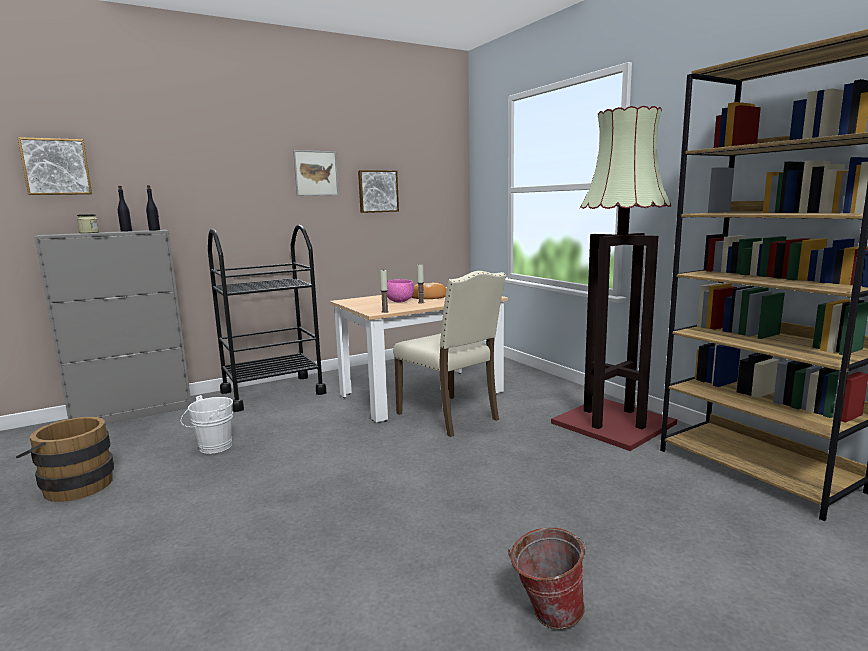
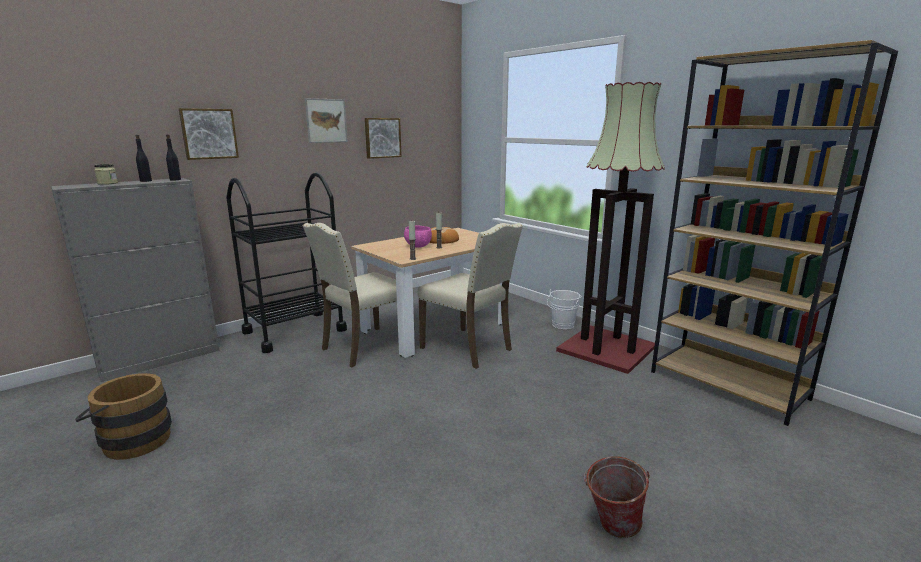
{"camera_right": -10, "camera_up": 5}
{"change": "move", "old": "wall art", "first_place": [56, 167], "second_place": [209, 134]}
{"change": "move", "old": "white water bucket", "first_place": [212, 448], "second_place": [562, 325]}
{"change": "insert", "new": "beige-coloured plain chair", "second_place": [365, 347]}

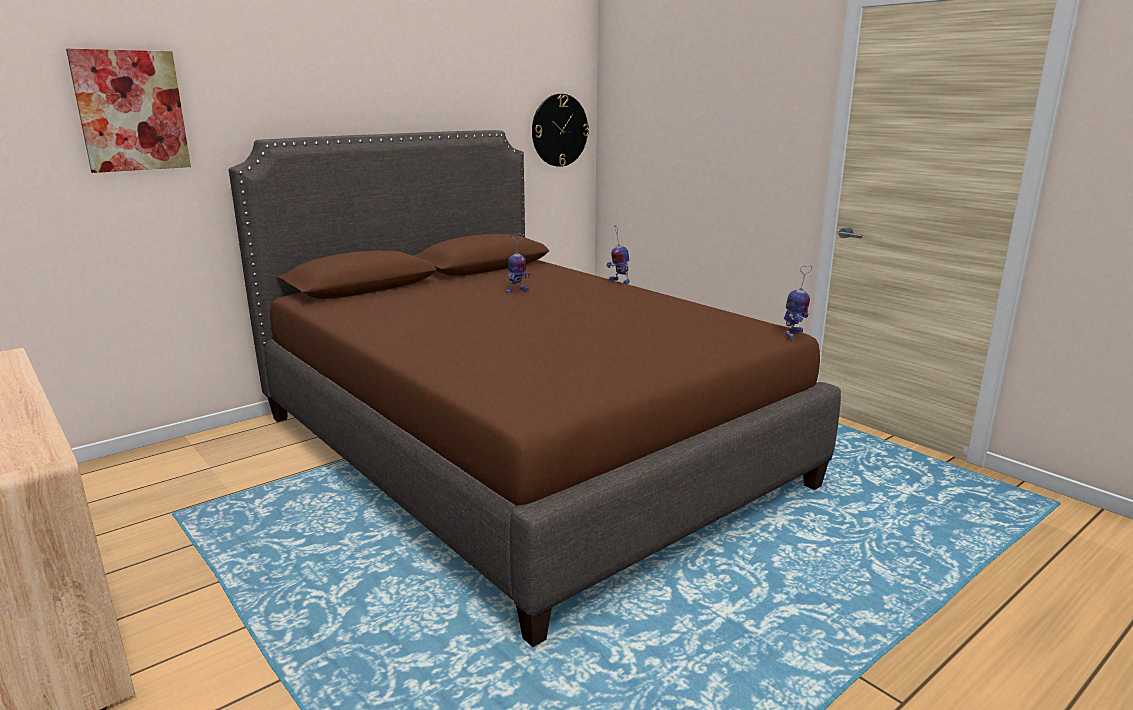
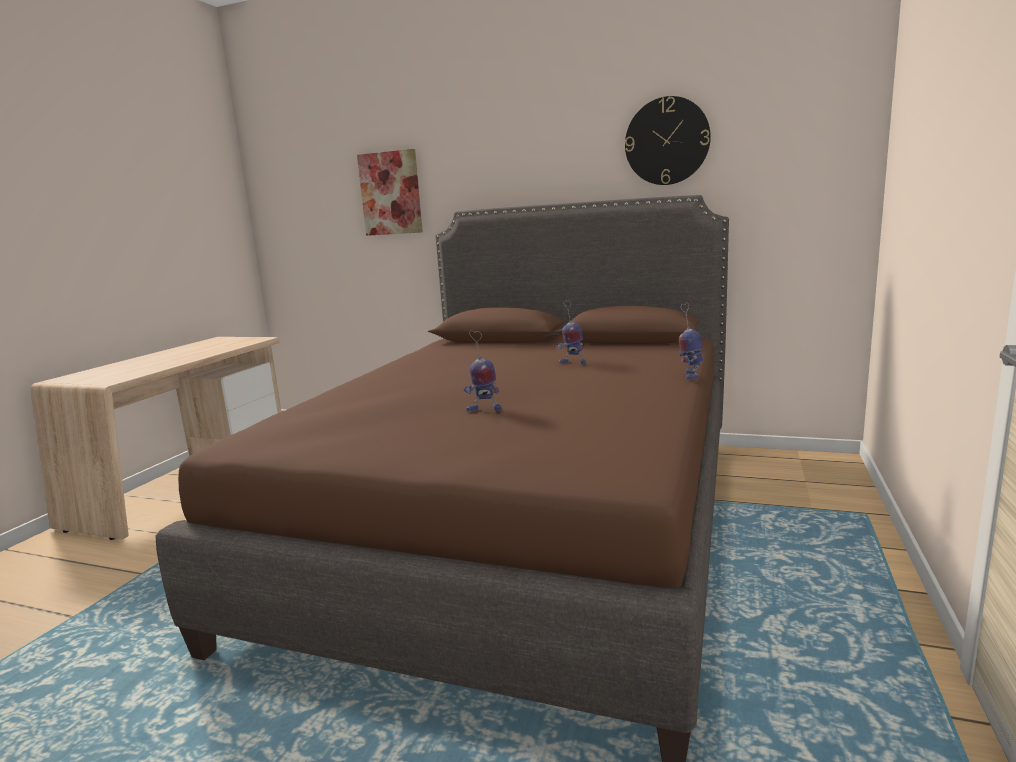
{"camera_right": 60, "camera_up": -5}
{"change": "move", "old": "clock on the wall", "first_place": [559, 130], "second_place": [667, 141]}
{"change": "move", "old": "toy robot", "first_place": [793, 334], "second_place": [484, 410]}

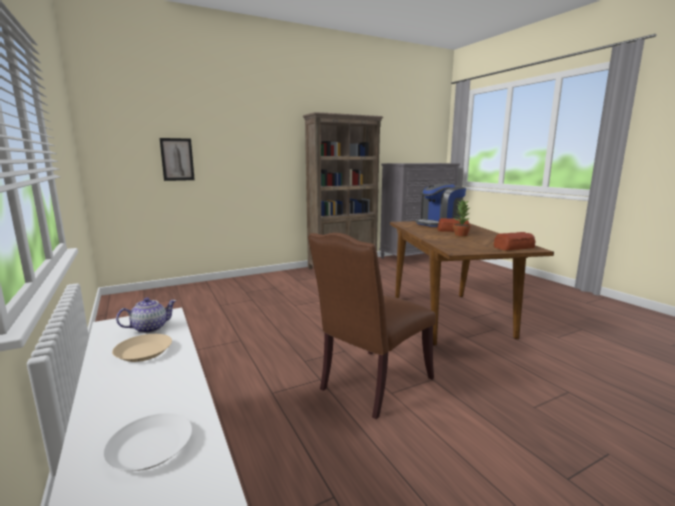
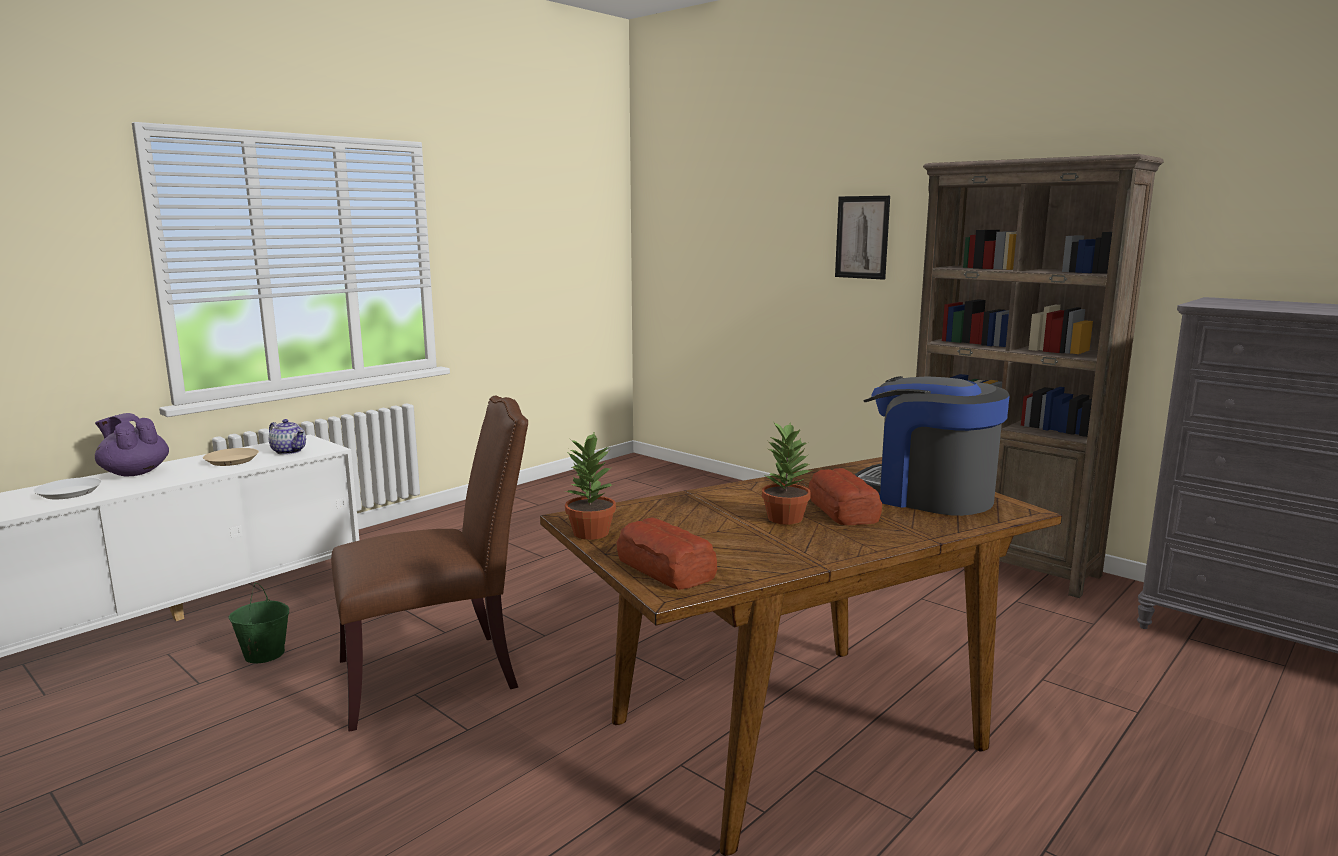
{"camera_right": 70, "camera_up": 0}
{"change": "move", "old": "wall art", "first_place": [177, 159], "second_place": [862, 237]}
{"change": "rotate", "old": "brown-coloured plain chair", "first_place": [372, 385], "second_place": [436, 674], "degrees": 135}
{"change": "insert", "new": "purple-coloured pot for tea", "second_place": [134, 473]}
{"change": "insert", "new": "green-coloured water bucket", "second_place": [263, 654]}
{"change": "insert", "new": "houseplant", "second_place": [590, 533]}

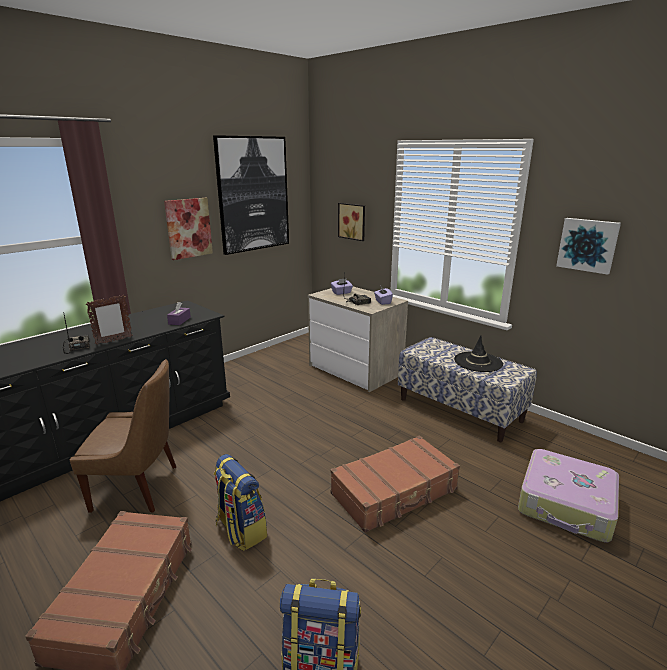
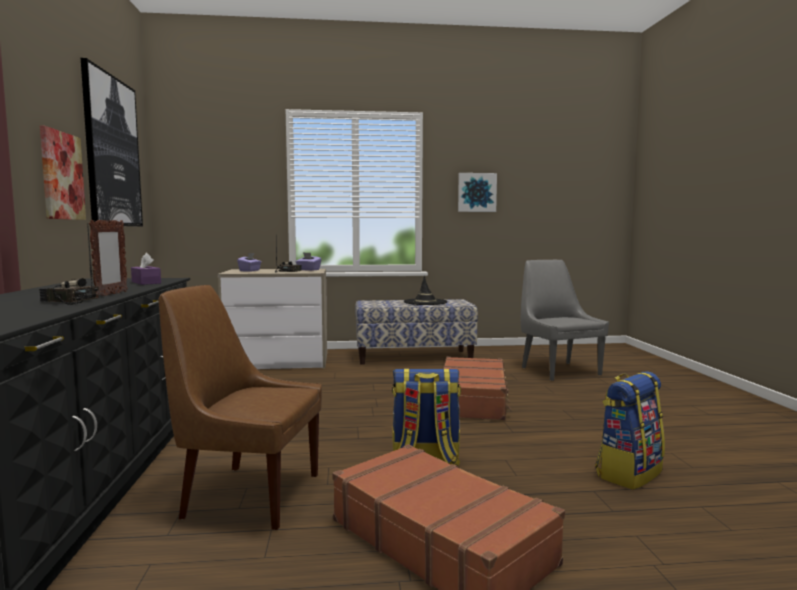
{"camera_right": -50, "camera_up": -15}
{"change": "rotate", "old": "brown-coloured plain chair", "first_place": [139, 488], "second_place": [248, 495], "degrees": -120}
{"change": "delete", "old": "wall art", "first_place": [352, 221]}
{"change": "replace", "old": "suitcase", "new": "grey plain chair", "first_place": [566, 505], "second_place": [558, 370]}

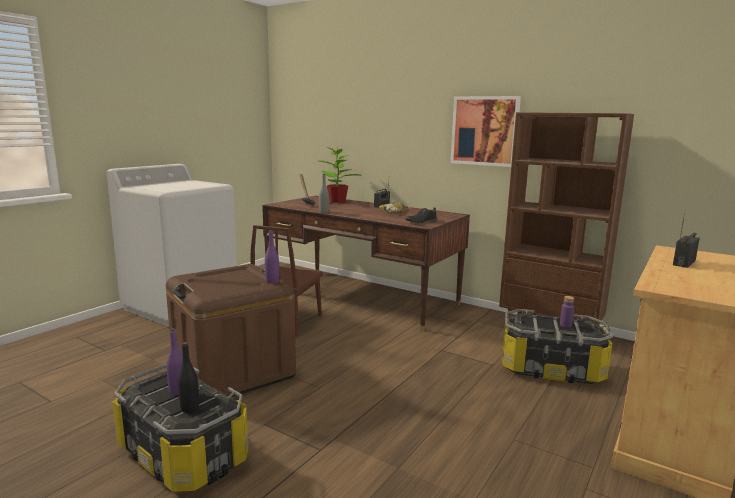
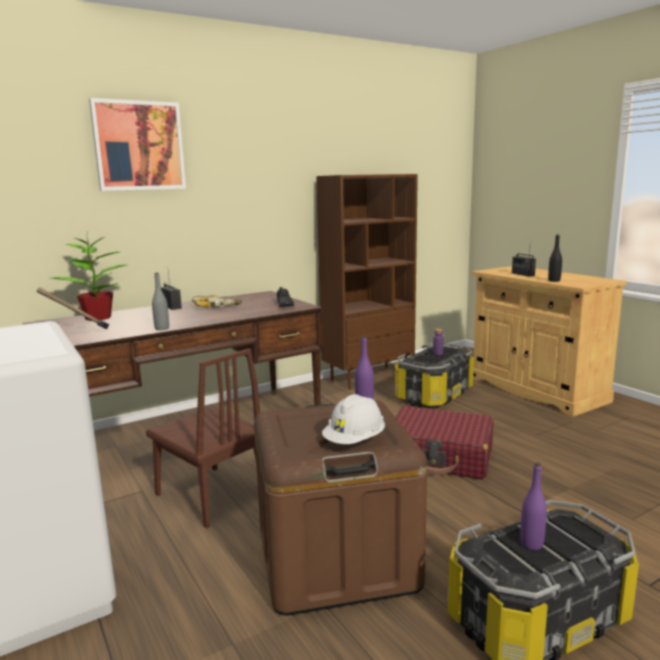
{"camera_right": -65, "camera_up": 0}
{"change": "move", "old": "blackish bottle", "first_place": [190, 408], "second_place": [554, 280]}
{"change": "move", "old": "wall art", "first_place": [484, 131], "second_place": [139, 146]}
{"change": "insert", "new": "white work helmet", "second_place": [355, 441]}
{"change": "insert", "new": "red suitcase", "second_place": [440, 456]}

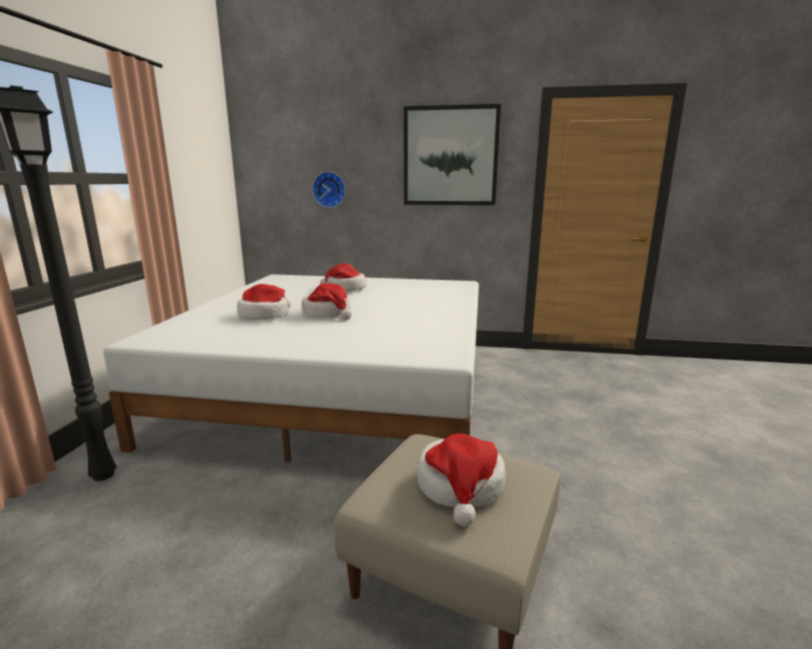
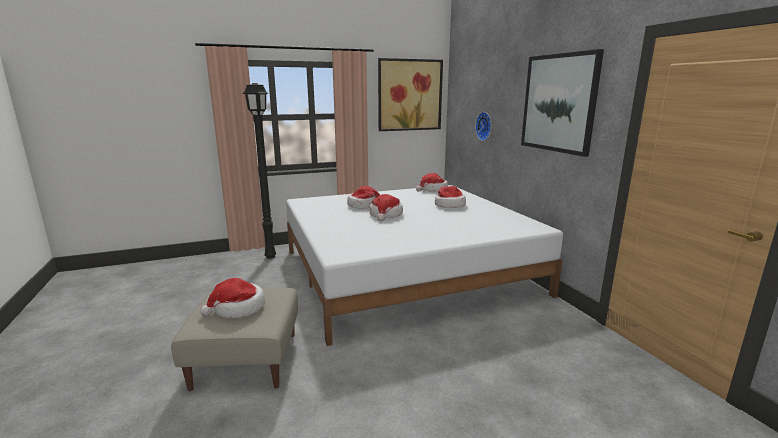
{"camera_right": 60, "camera_up": 0}
{"change": "insert", "new": "wall art", "second_place": [410, 95]}
{"change": "insert", "new": "clothing hat", "second_place": [433, 190]}

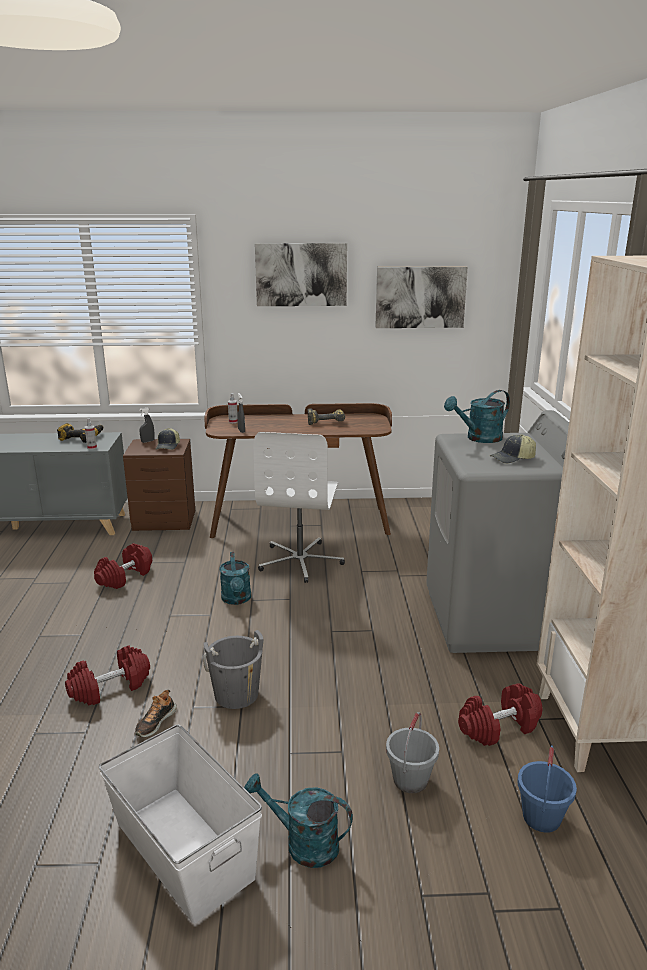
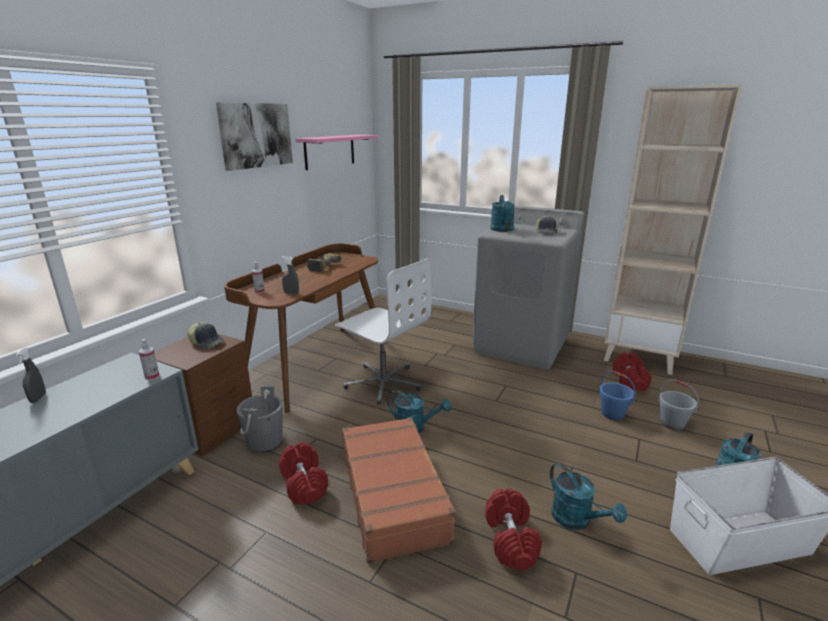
{"camera_right": -60, "camera_up": 0}
{"change": "delete", "old": "drill", "first_place": [81, 438]}
{"change": "replace", "old": "low shoe", "new": "turquoise-coloured watering pot", "first_place": [155, 722], "second_place": [577, 520]}
{"change": "move", "old": "grey hand sprayer", "first_place": [147, 441], "second_place": [38, 398]}
{"change": "move", "old": "grey water bucket", "first_place": [236, 694], "second_place": [264, 440]}
{"change": "replace", "old": "wall art", "new": "pink-coloured bracket shelf", "first_place": [420, 297], "second_place": [330, 151]}
{"change": "move", "old": "blue-coloured water bucket", "first_place": [542, 818], "second_place": [612, 414]}
{"change": "insert", "new": "brown-coloured suitcase", "second_place": [394, 495]}

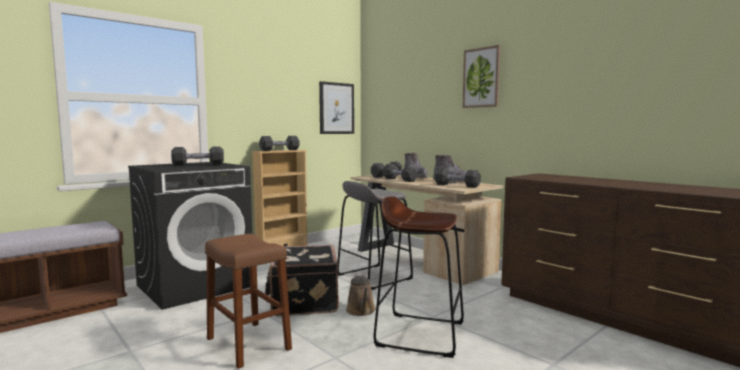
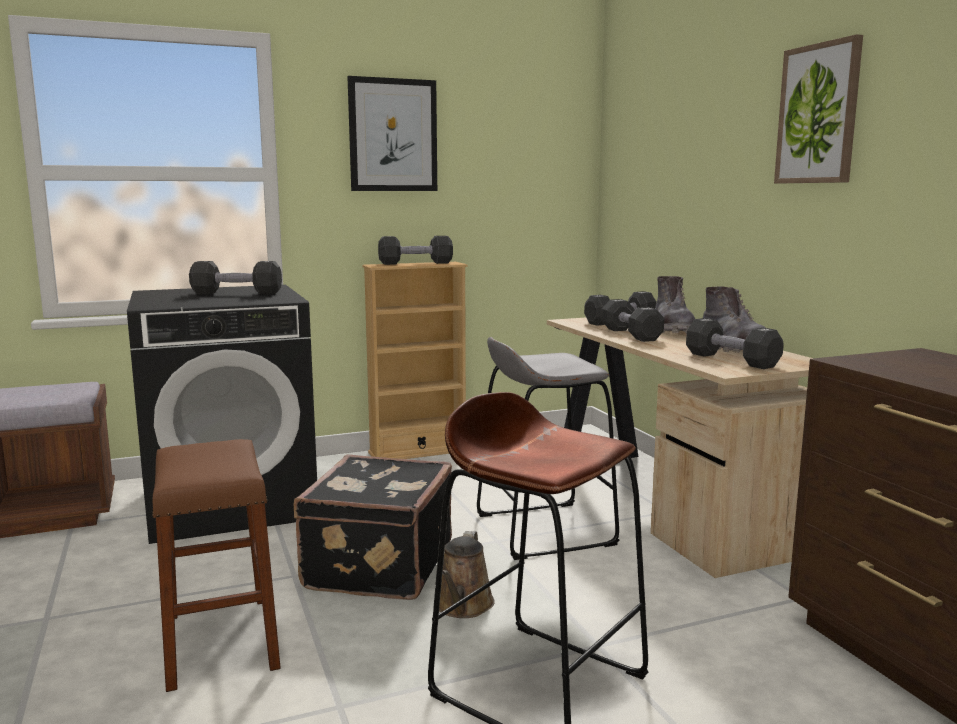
{"camera_right": 20, "camera_up": 5}
{"change": "move", "old": "wall art", "first_place": [336, 108], "second_place": [393, 135]}

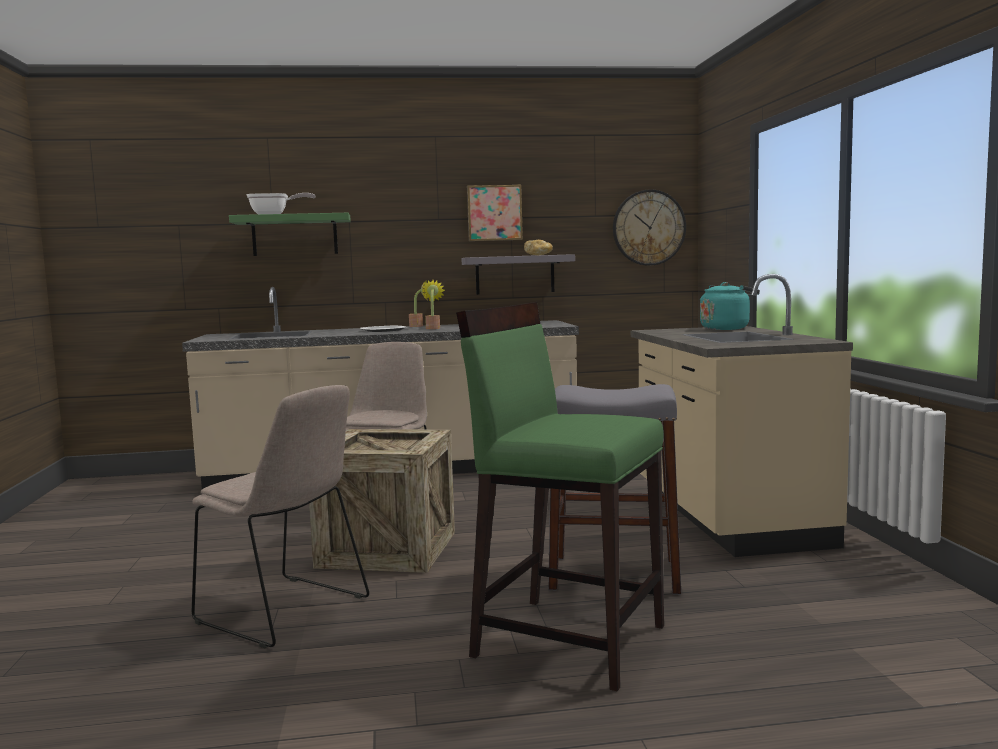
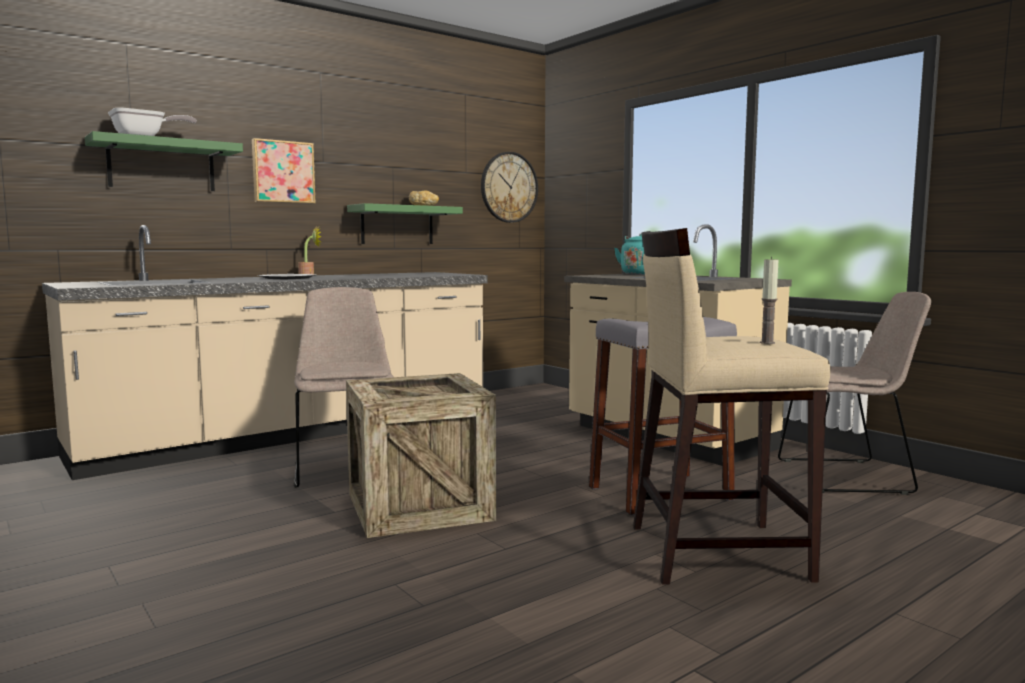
{"camera_right": -30, "camera_up": 0}
{"change": "move", "old": "beige-coloured plain chair", "first_place": [286, 612], "second_place": [848, 476]}
{"change": "delete", "old": "houseplant", "first_place": [433, 328]}
{"change": "recolor", "old": "green-coloured stool", "new": "beige-coloured stool", "first_place": [568, 639], "second_place": [714, 551]}
{"change": "recolor", "old": "grey bracket shelf", "new": "green-coloured bracket shelf", "first_place": [515, 274], "second_place": [397, 225]}
{"change": "move", "old": "wall art", "first_place": [494, 213], "second_place": [283, 172]}
{"change": "insert", "new": "wax light", "second_place": [767, 343]}

